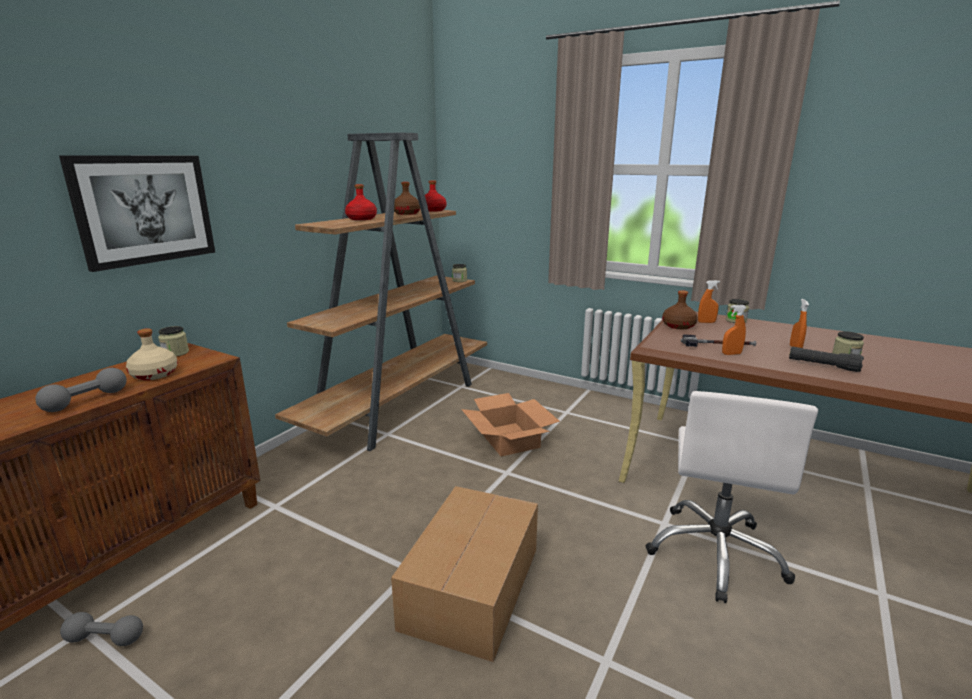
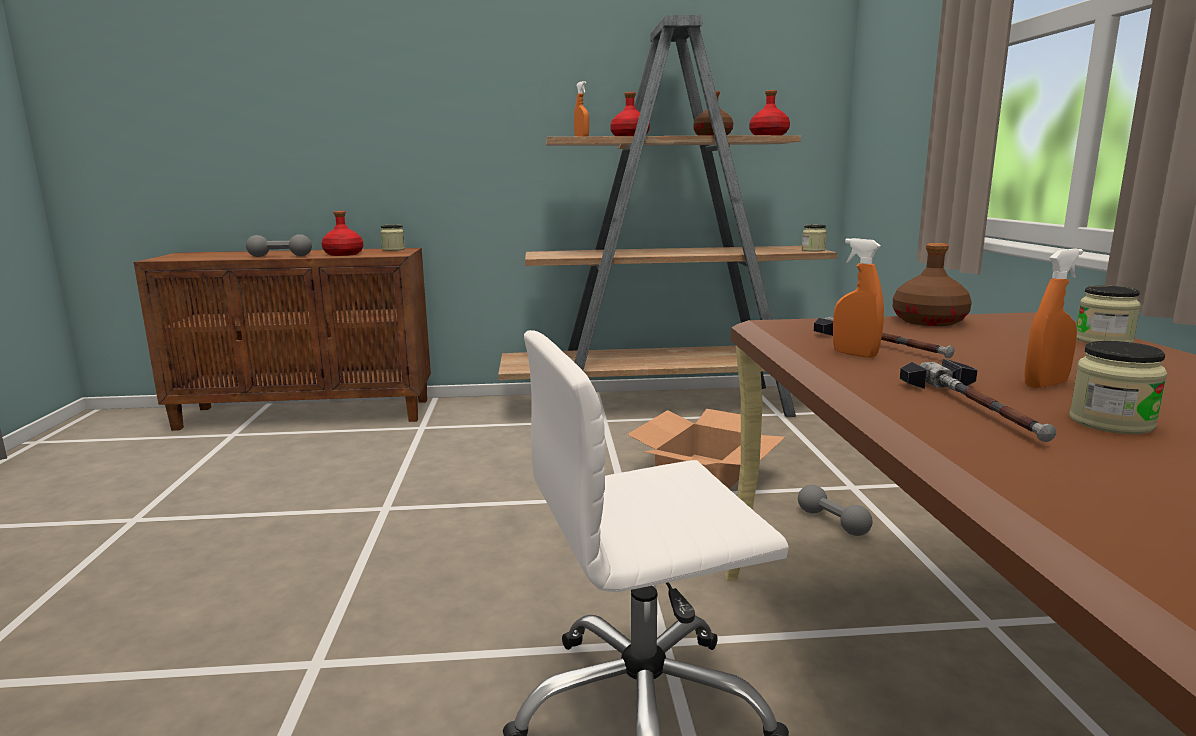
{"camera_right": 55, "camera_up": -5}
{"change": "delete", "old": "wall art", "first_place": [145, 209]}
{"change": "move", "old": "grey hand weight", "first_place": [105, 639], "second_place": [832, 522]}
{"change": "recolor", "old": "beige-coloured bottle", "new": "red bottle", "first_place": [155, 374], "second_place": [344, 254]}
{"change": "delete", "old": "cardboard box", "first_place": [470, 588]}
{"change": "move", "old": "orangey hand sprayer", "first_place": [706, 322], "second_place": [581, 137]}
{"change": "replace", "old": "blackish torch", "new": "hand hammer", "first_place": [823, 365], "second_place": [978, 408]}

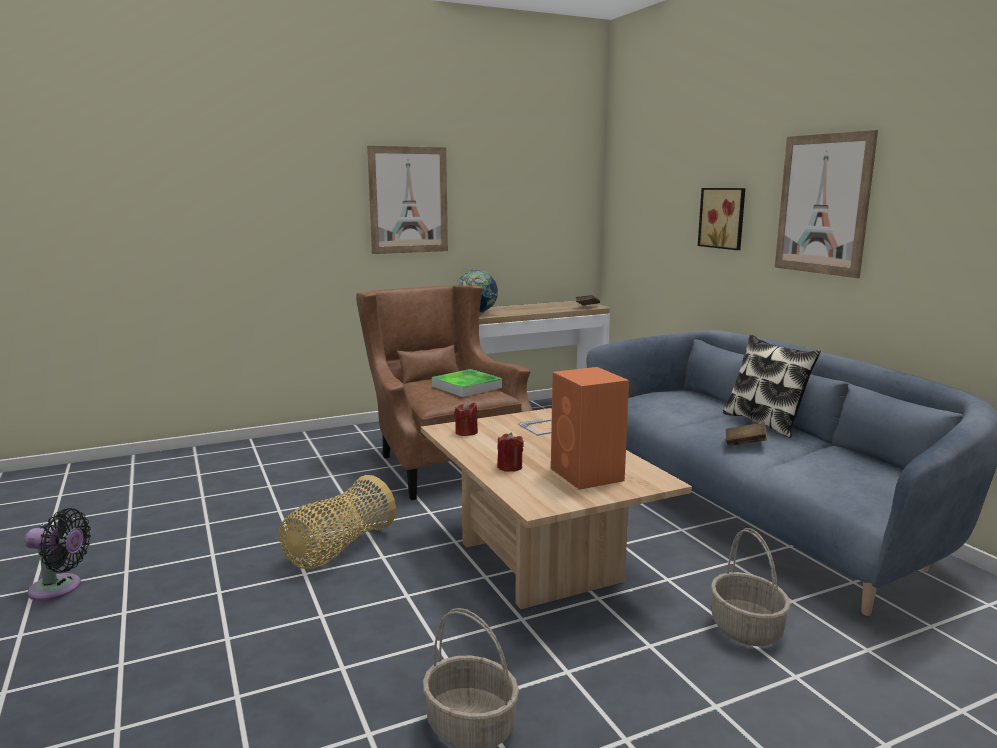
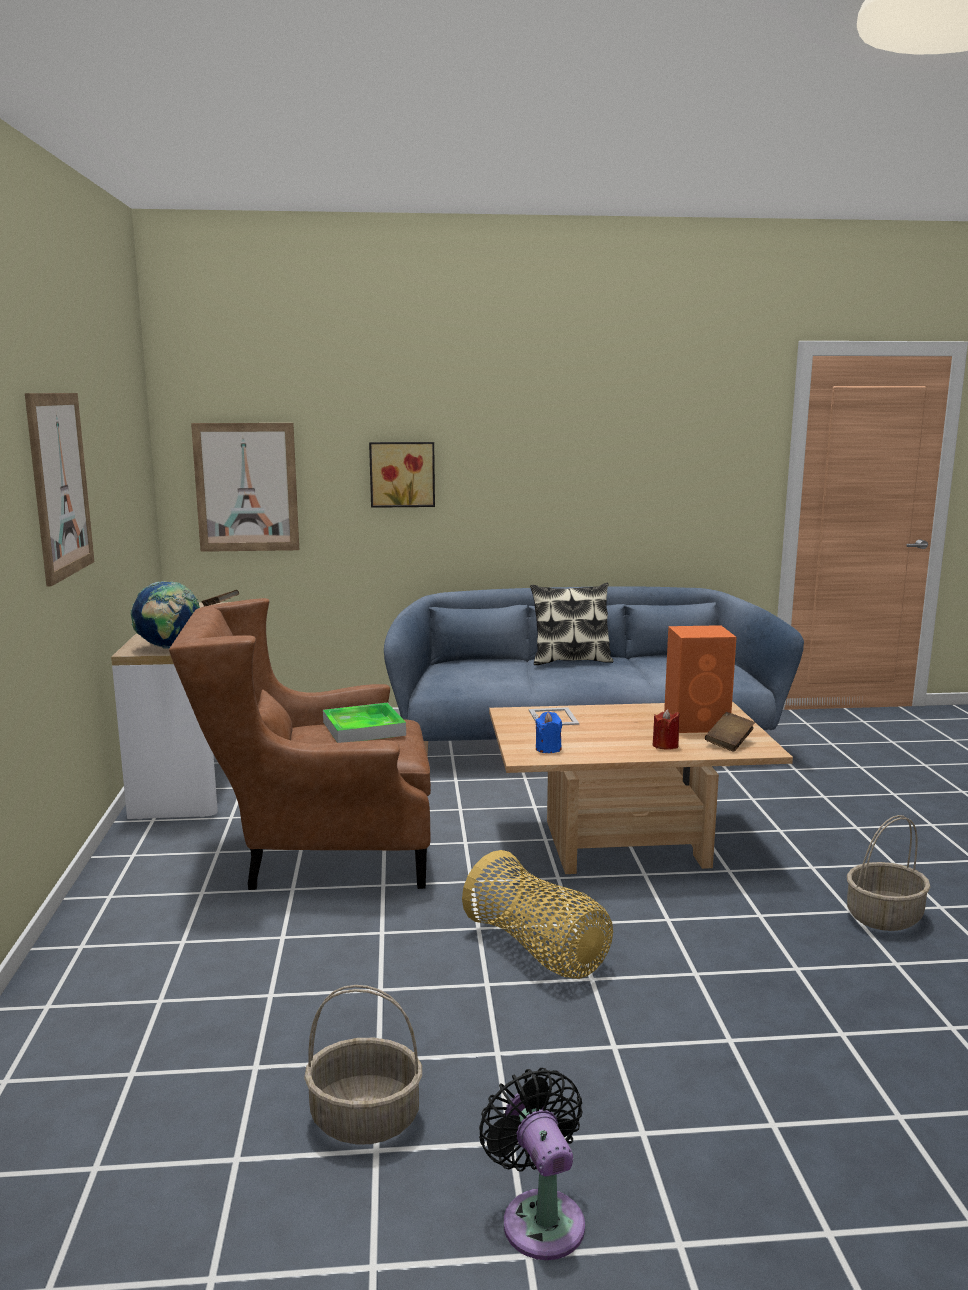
{"camera_right": -70, "camera_up": 0}
{"change": "rotate", "old": "blackish fan", "first_place": [60, 588], "second_place": [540, 1217], "degrees": -45}
{"change": "recolor", "old": "red wax light", "new": "blue-coloured wax light", "first_place": [466, 432], "second_place": [548, 749]}
{"change": "move", "old": "household basket", "first_place": [747, 629], "second_place": [366, 1118]}
{"change": "move", "old": "brown-coloured bound book", "first_place": [744, 444], "second_place": [729, 743]}
{"change": "move", "old": "wall art", "first_place": [823, 204], "second_place": [246, 487]}

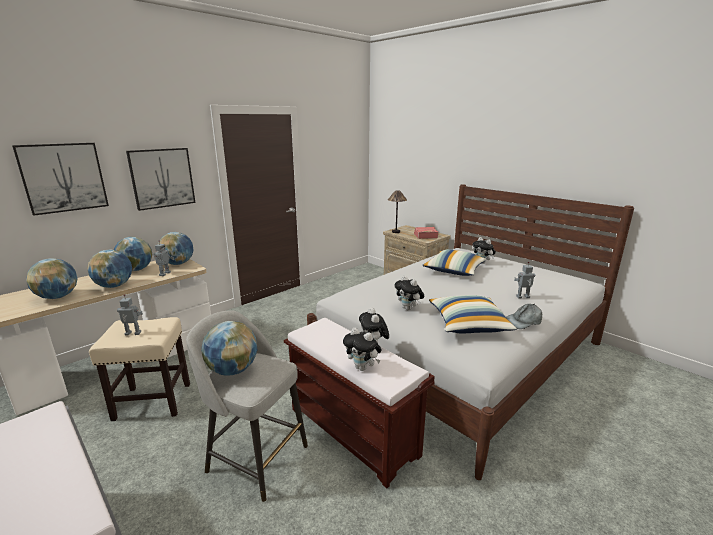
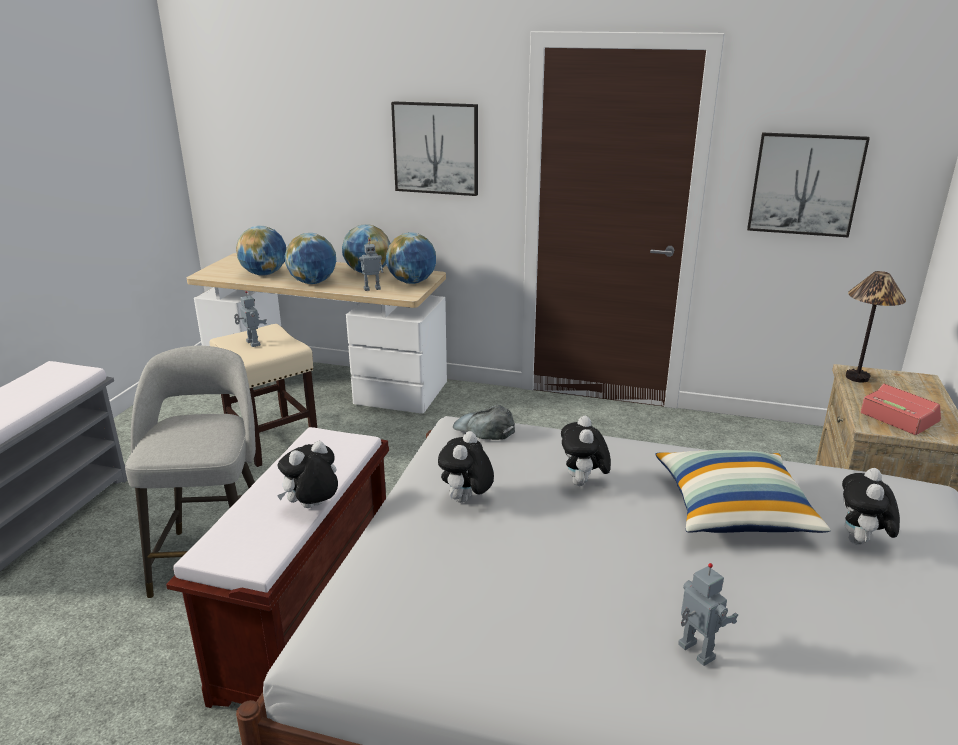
{"camera_right": 60, "camera_up": 5}
{"change": "move", "old": "wall art", "first_place": [63, 177], "second_place": [805, 184]}
{"change": "delete", "old": "globe", "first_place": [232, 370]}
{"change": "move", "old": "cuddly toy", "first_place": [363, 368], "second_place": [583, 483]}
{"change": "delete", "old": "pillow", "first_place": [468, 324]}
{"change": "move", "old": "grey cap", "first_place": [523, 321], "second_place": [484, 429]}

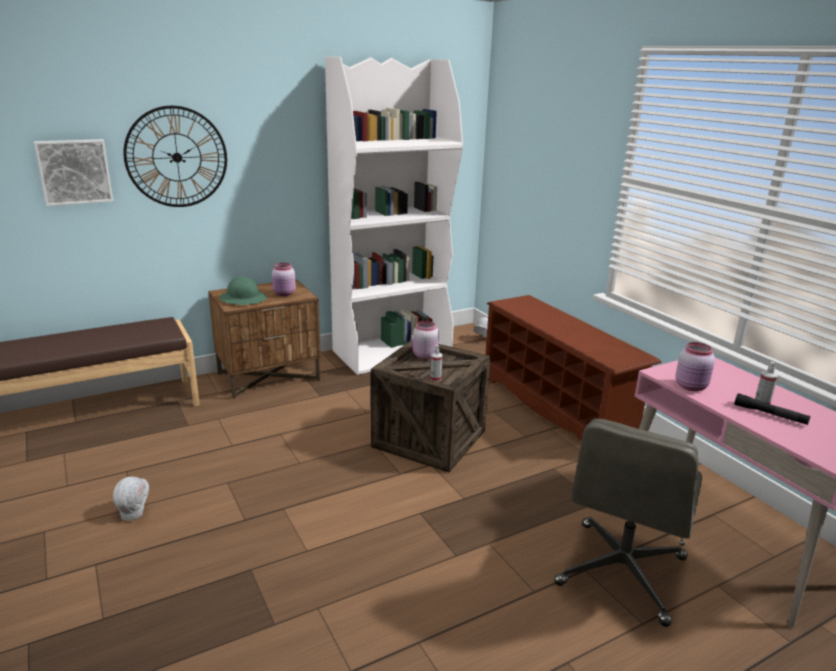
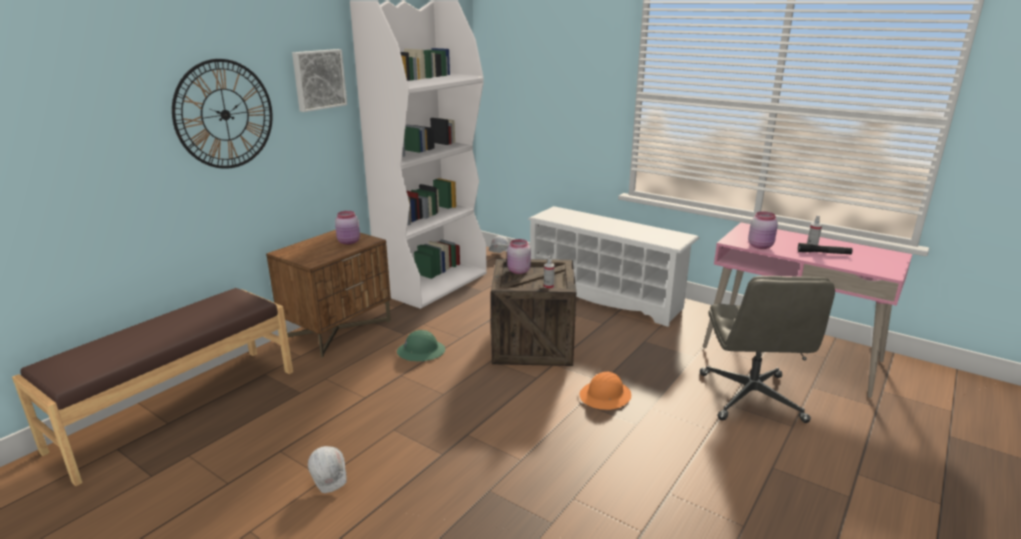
{"camera_right": -25, "camera_up": 0}
{"change": "move", "old": "wall art", "first_place": [74, 171], "second_place": [318, 79]}
{"change": "move", "old": "green-coloured work helmet", "first_place": [243, 299], "second_place": [421, 351]}
{"change": "recolor", "old": "brown-coloured shoe shelf", "new": "white shoe shelf", "first_place": [556, 408], "second_place": [606, 297]}
{"change": "insert", "new": "orangey work helmet", "second_place": [605, 396]}

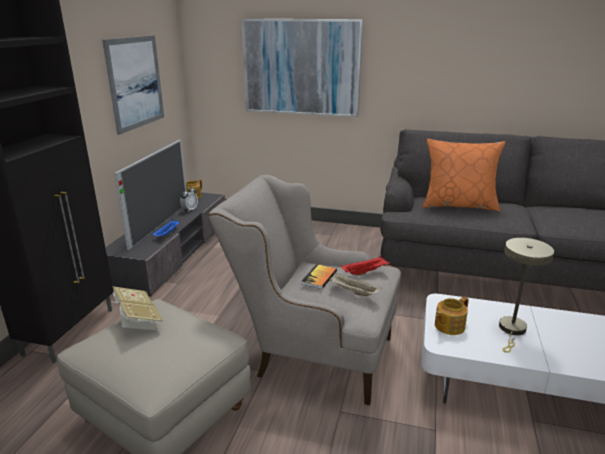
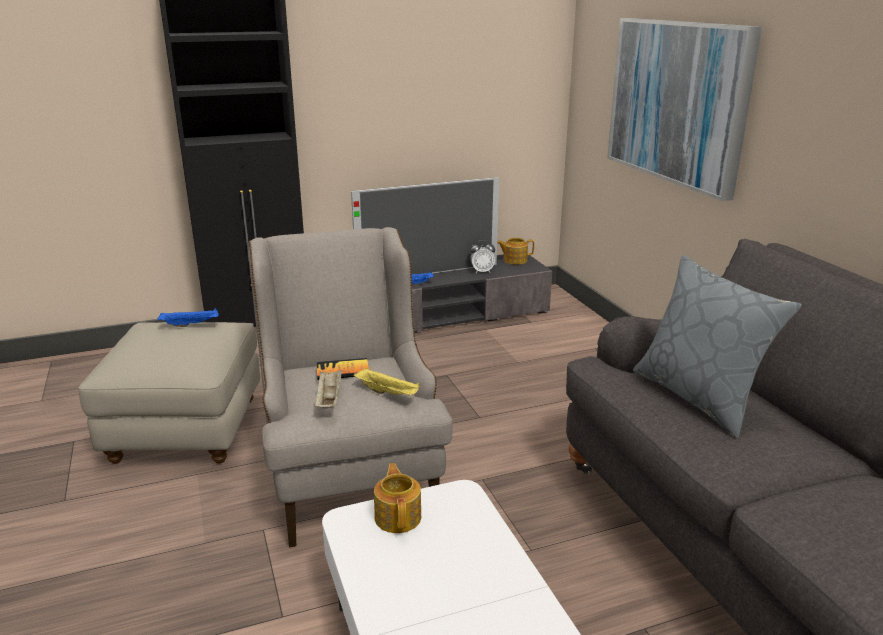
{"camera_right": 55, "camera_up": 0}
{"change": "delete", "old": "wall art", "first_place": [135, 82]}
{"change": "replace", "old": "bound book", "new": "blue-coloured carrying tray", "first_place": [137, 320], "second_place": [191, 324]}
{"change": "recolor", "old": "red carrying tray", "new": "yellow carrying tray", "first_place": [365, 272], "second_place": [388, 393]}
{"change": "recolor", "old": "orangey pillow", "new": "grey pillow", "first_place": [458, 205], "second_place": [699, 397]}
{"change": "rotate", "old": "pot for tea", "first_place": [448, 326], "second_place": [398, 517], "degrees": 60}
{"change": "delete", "old": "beige-coloured lamp for a table", "first_place": [512, 330]}

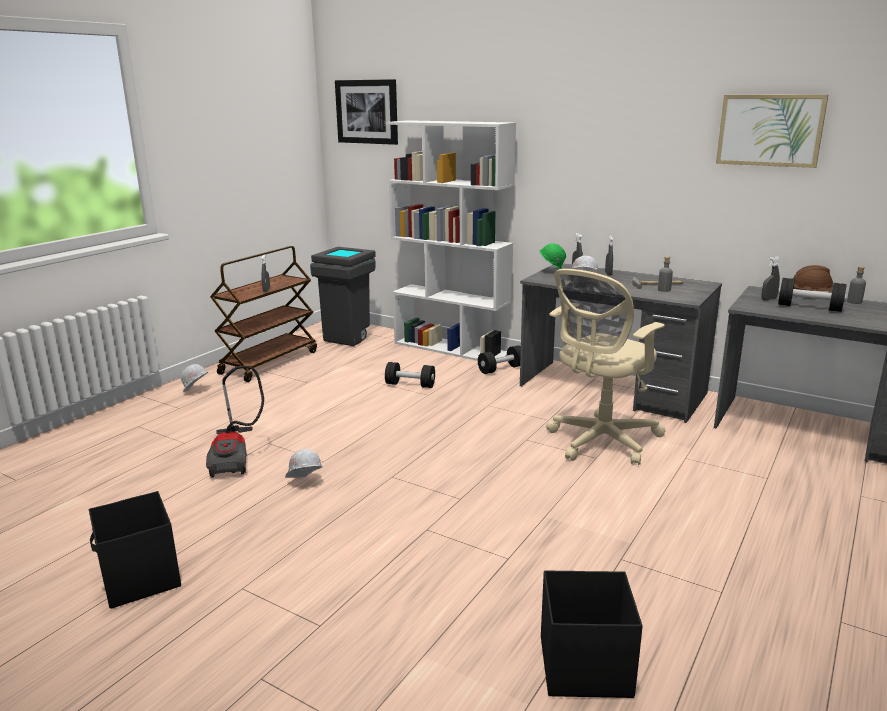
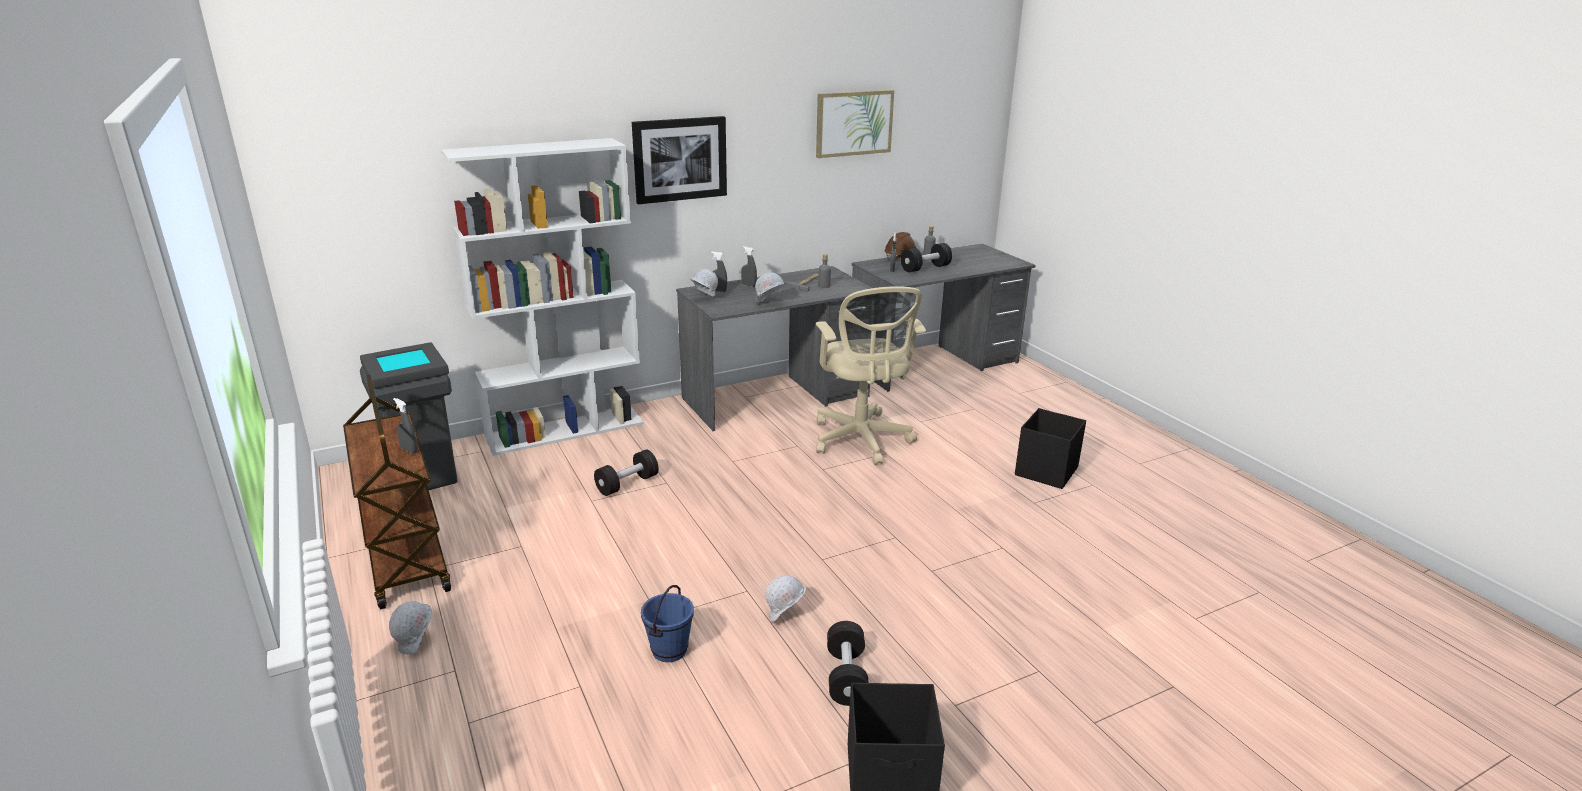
{"camera_right": -60, "camera_up": 5}
{"change": "replace", "old": "vacuum", "new": "blue-coloured water bucket", "first_place": [235, 457], "second_place": [670, 651]}
{"change": "move", "old": "wall art", "first_place": [367, 112], "second_place": [680, 159]}
{"change": "move", "old": "blackish hand weight", "first_place": [501, 369], "second_place": [846, 676]}
{"change": "recolor", "old": "green-coloured work helmet", "new": "white work helmet", "first_place": [551, 271], "second_place": [703, 299]}
{"change": "move", "old": "blackish storage container", "first_place": [583, 666], "second_place": [1045, 471]}

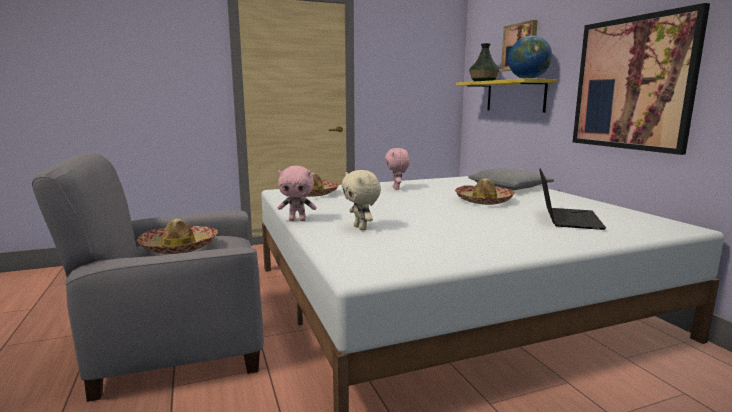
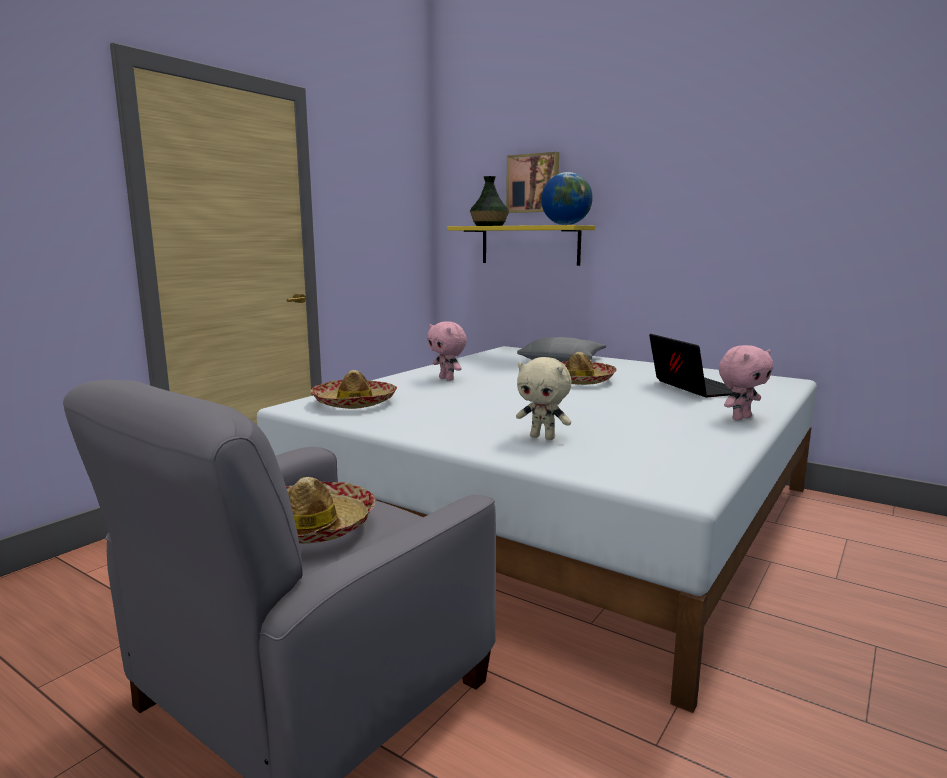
{"camera_right": -35, "camera_up": 0}
{"change": "move", "old": "pink-coloured cuddly toy", "first_place": [297, 220], "second_place": [740, 418]}
{"change": "delete", "old": "wall art", "first_place": [632, 83]}

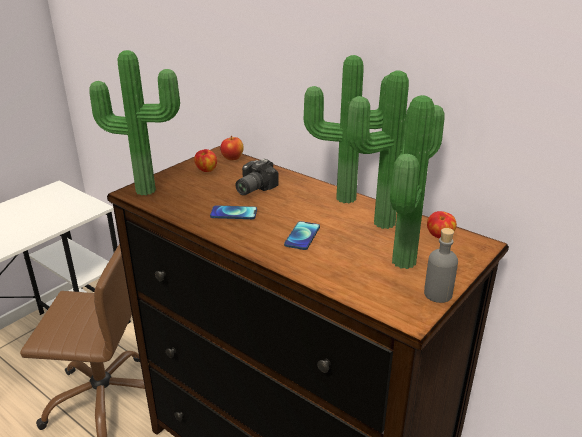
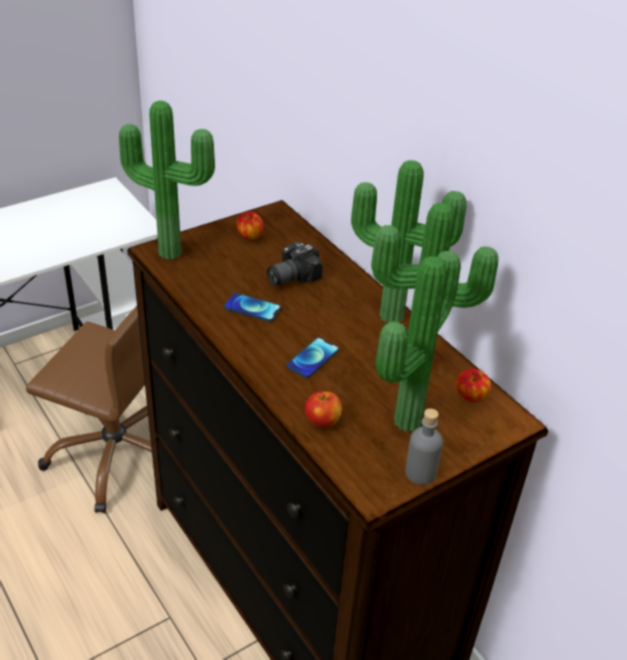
{"camera_right": 15, "camera_up": 10}
{"change": "move", "old": "apple", "first_place": [232, 158], "second_place": [322, 421]}

